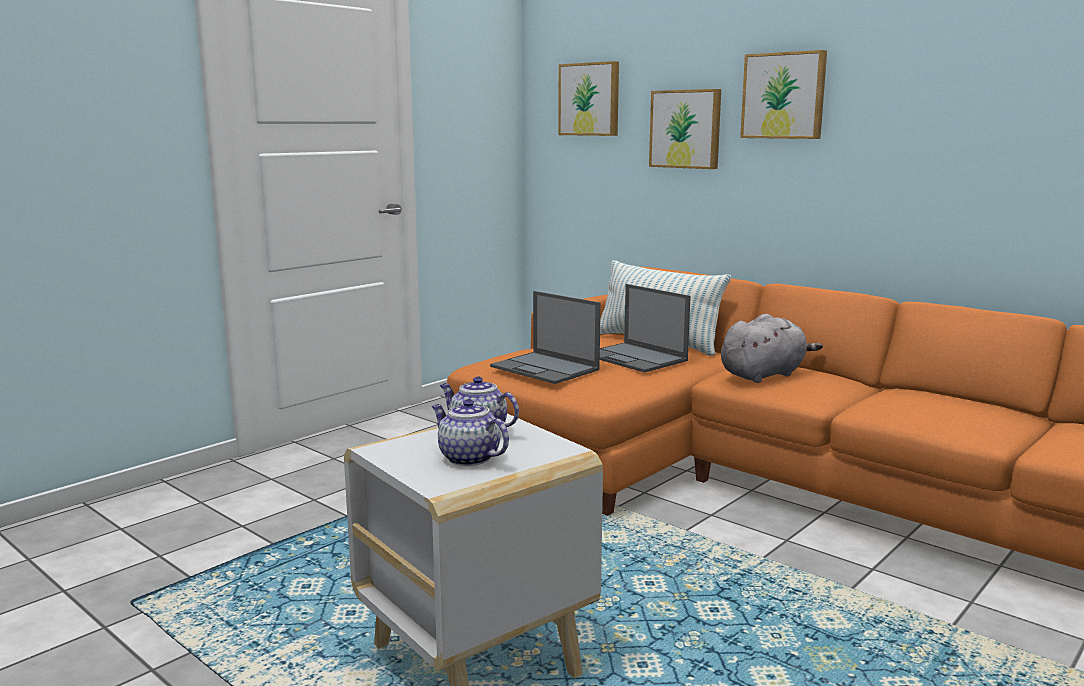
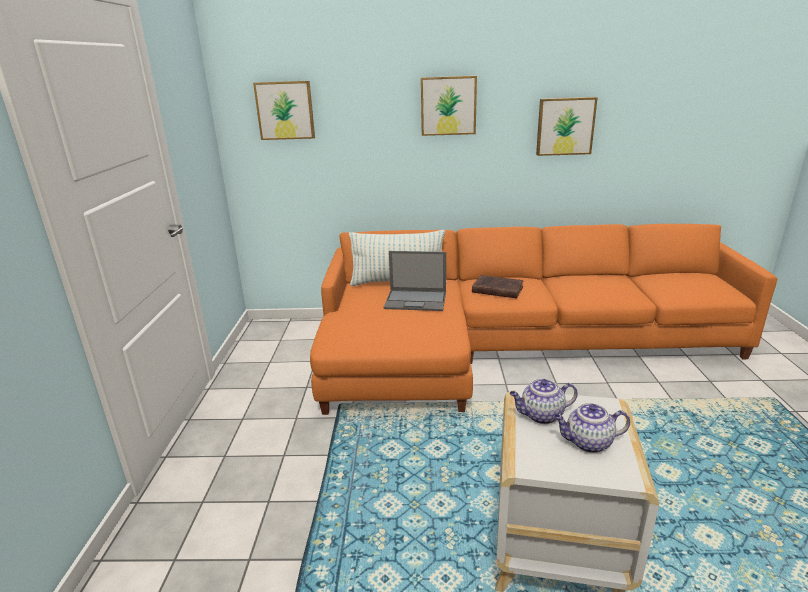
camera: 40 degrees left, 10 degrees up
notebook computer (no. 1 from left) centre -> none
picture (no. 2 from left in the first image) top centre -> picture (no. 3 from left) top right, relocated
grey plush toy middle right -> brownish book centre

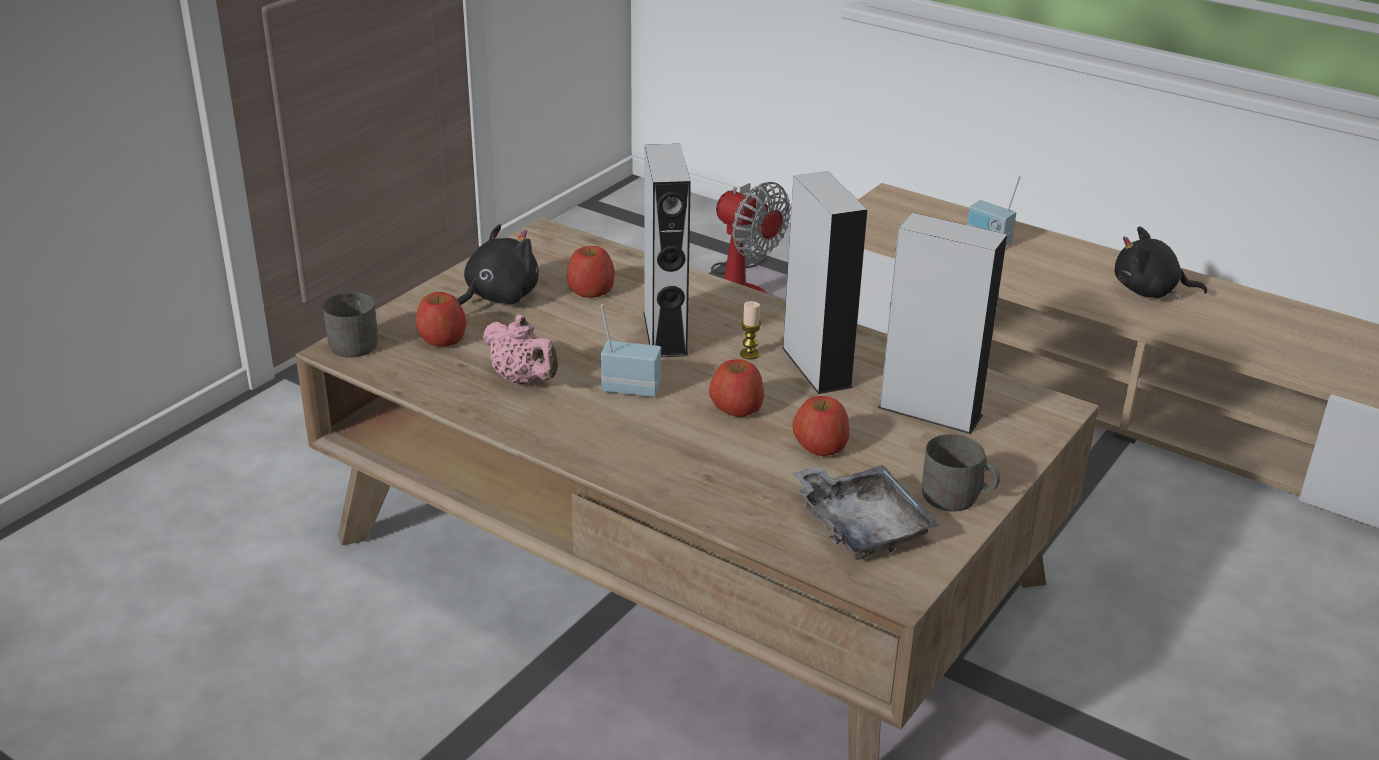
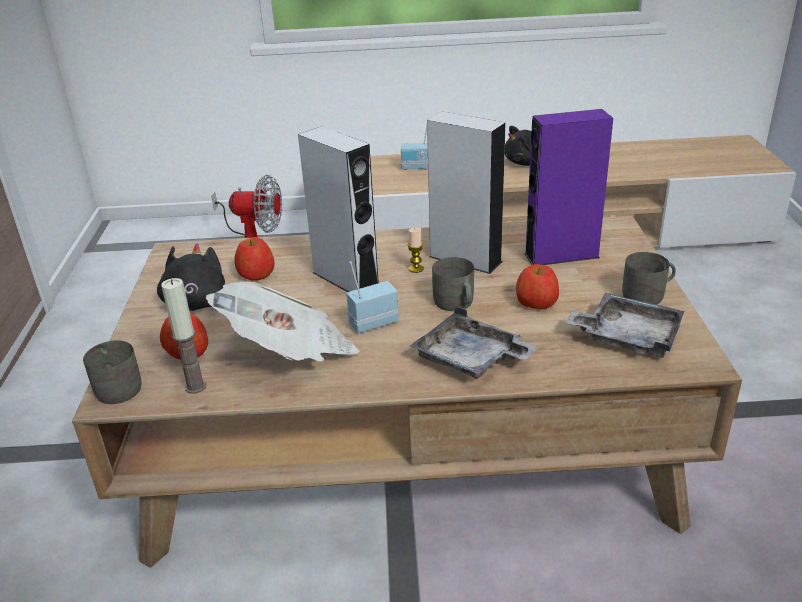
camera: 35 degrees left, 0 degrees up
pink-coloured teapot centre -> printed paper centre
apple (no. 3 from left) centre -> grey tea mug (no. 2 from left) centre
grey audio speaker (no. 3 from left) middle right -> purple audio speaker top right
none -> candle (no. 1 from left) middle left
none -> grey tray (no. 1 from left) centre

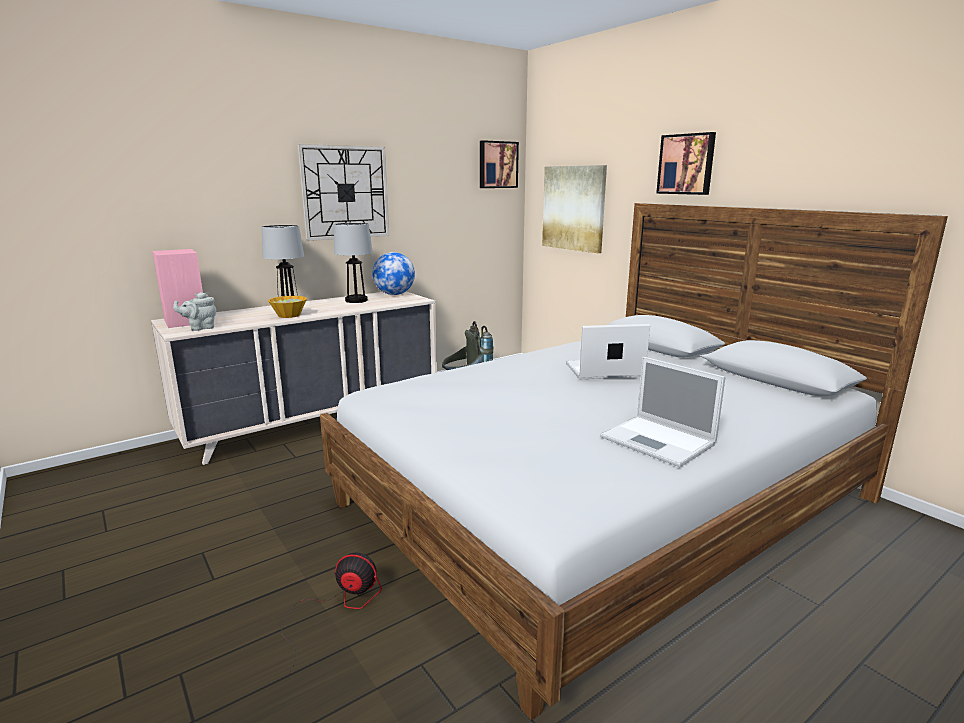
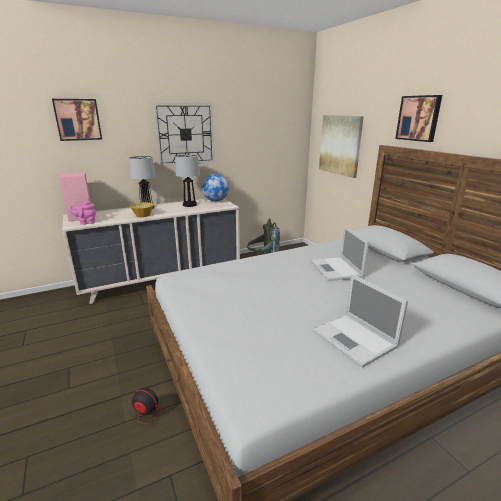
camera: 10 degrees right, 5 degrees up
grey teapot middle left -> pink-coloured teapot middle left
picture (no. 1 from left) top centre -> picture (no. 1 from left) top left, relocated
notebook computer (no. 1 from left) centre -> notebook computer (no. 1 from left) middle right, 105 degrees counterclockwise

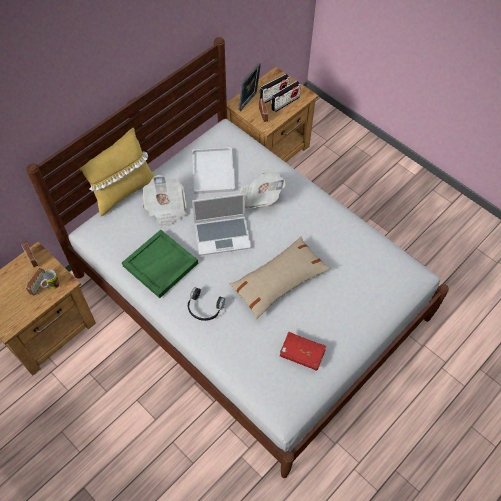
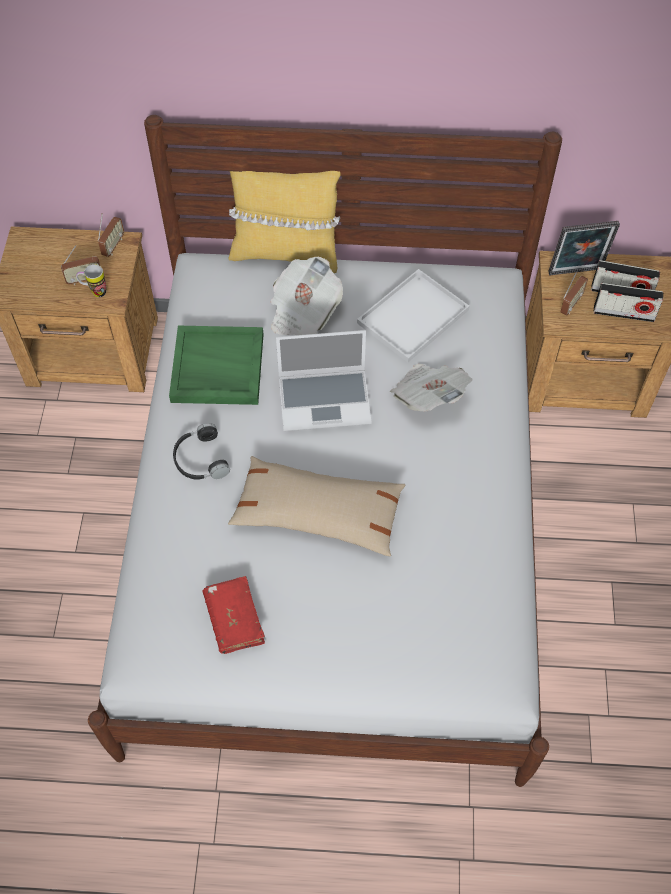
camera: 50 degrees right, 0 degrees up
notebook computer centre, 45 degrees counterclockwise

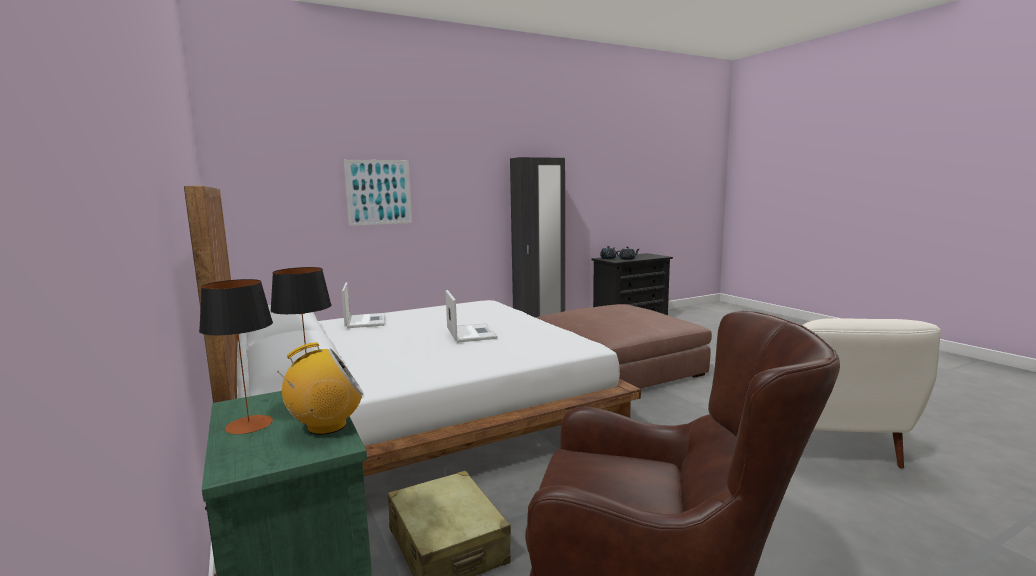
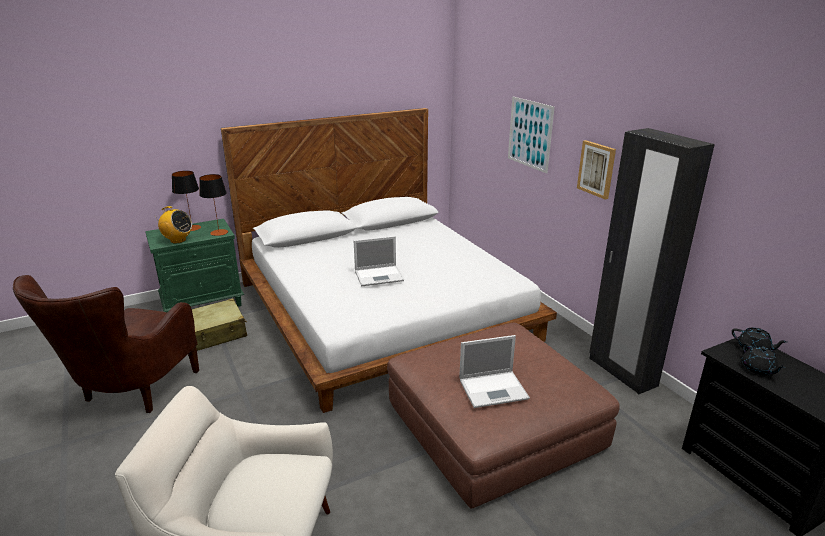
camera: 90 degrees right, 15 degrees up
radio receiver bottom left -> radio receiver middle left, 45 degrees counterclockwise
notebook computer (no. 1 from left in the first image) centre -> notebook computer (no. 2 from left) bottom centre, relocated
none -> picture (no. 2 from left) top right

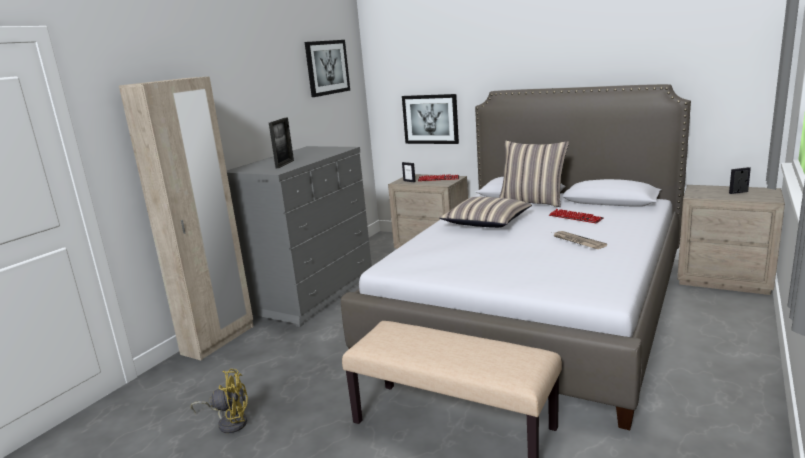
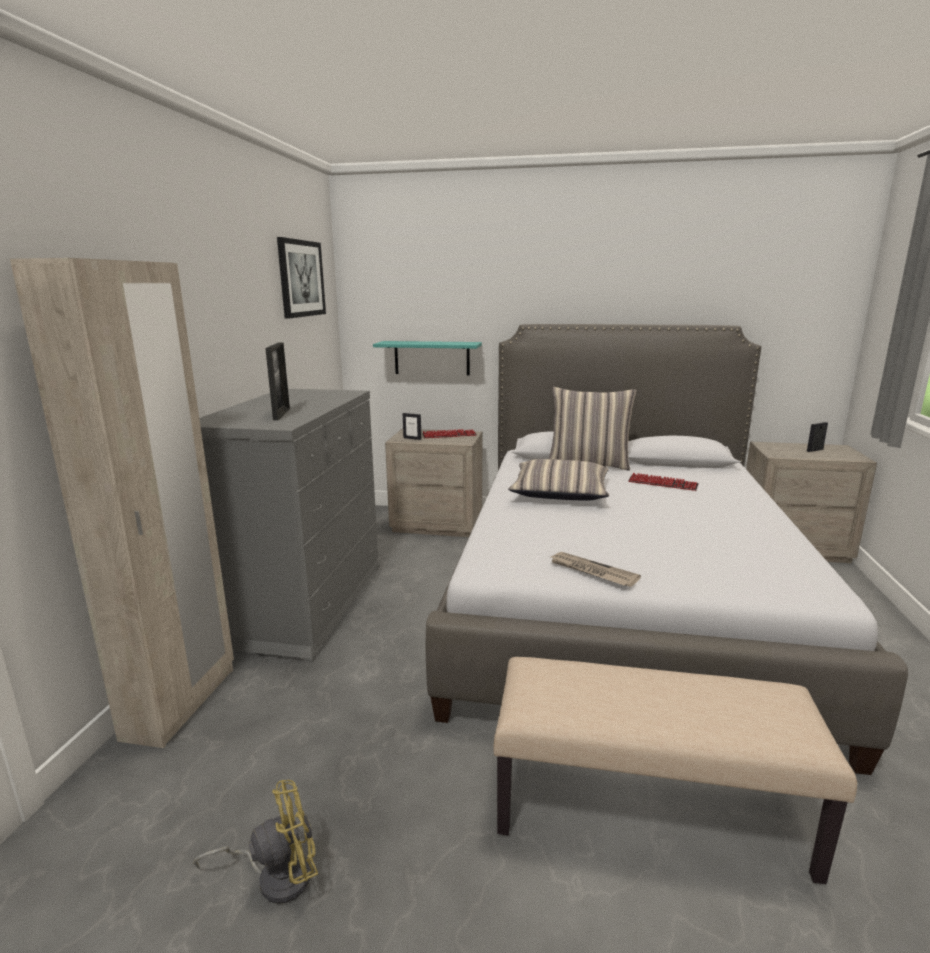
camera: 20 degrees left, 0 degrees up
picture (no. 2 from left) top centre -> turquoise wall shelf centre
printed paper middle right -> printed paper centre, relocated

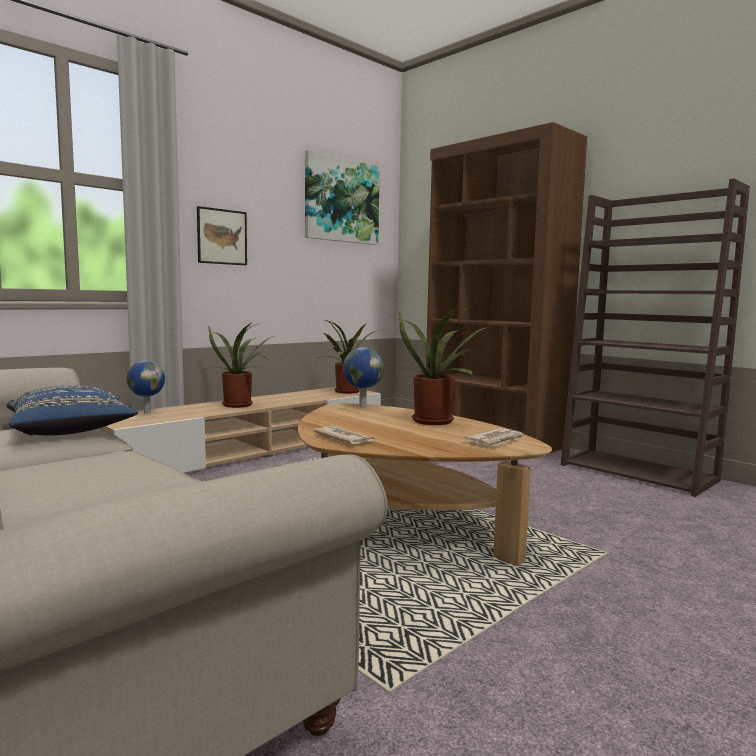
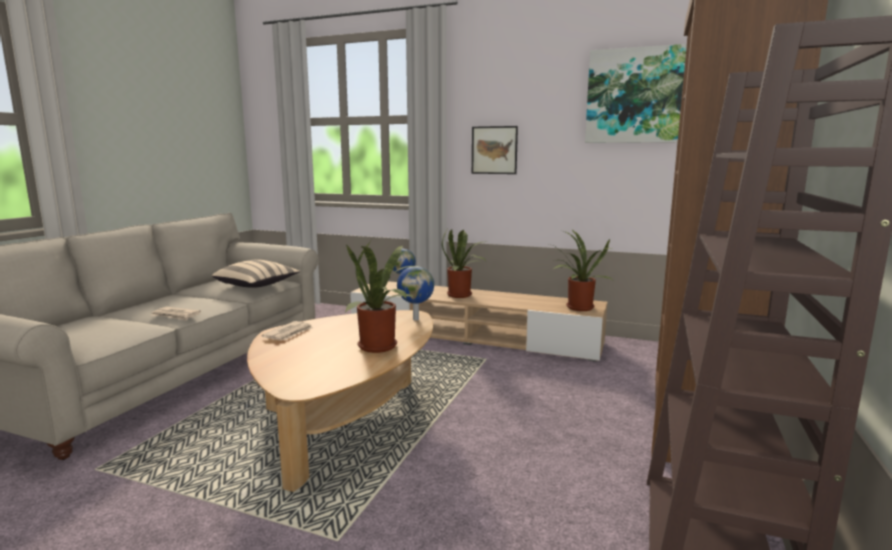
camera: 65 degrees right, 5 degrees up
blue pillow middle left -> sand-coloured pillow middle left
printed paper (no. 2 from left in the first image) centre -> printed paper (no. 1 from left) middle left, relocated

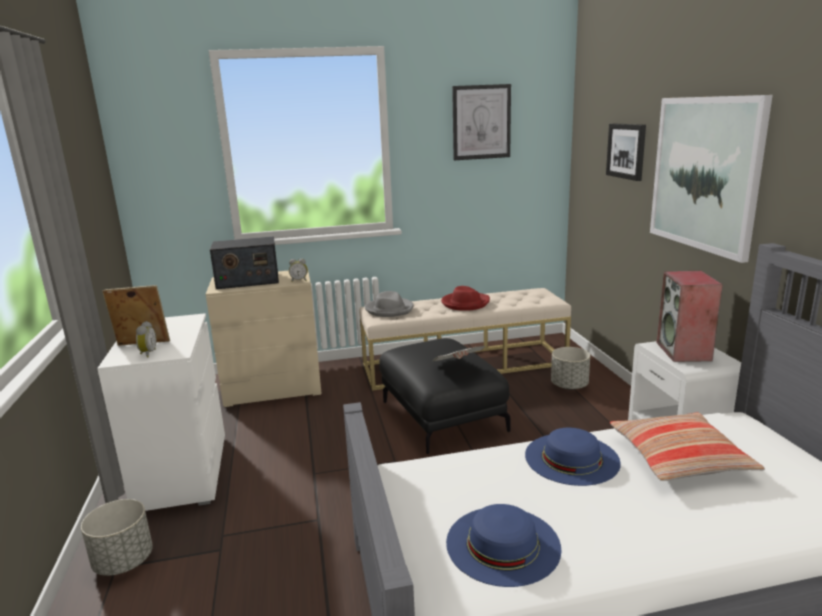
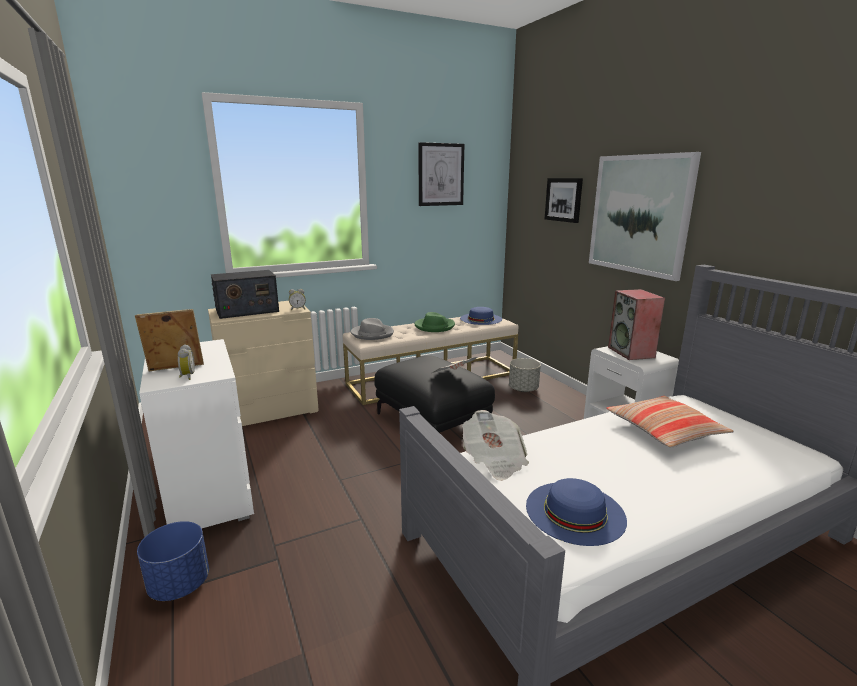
camera: 15 degrees left, 0 degrees up
grey plant pot (no. 1 from left) bottom left -> blue plant pot bottom left
red wearable hat centre -> greenish wearable hat centre
blue wearable hat (no. 2 from left in the first image) bottom right -> blue wearable hat (no. 1 from left) centre, relocated
none -> printed paper (no. 2 from left) centre

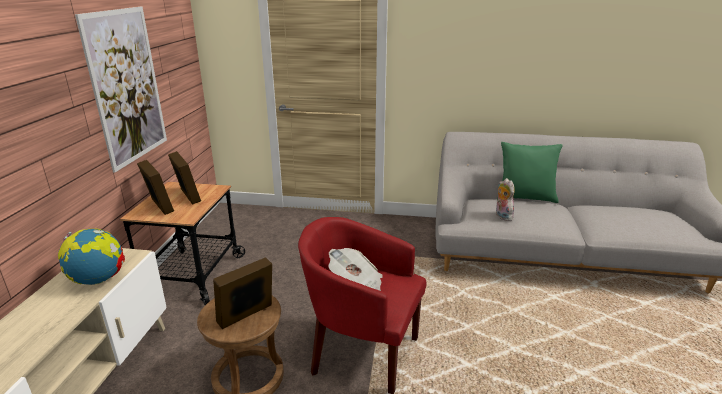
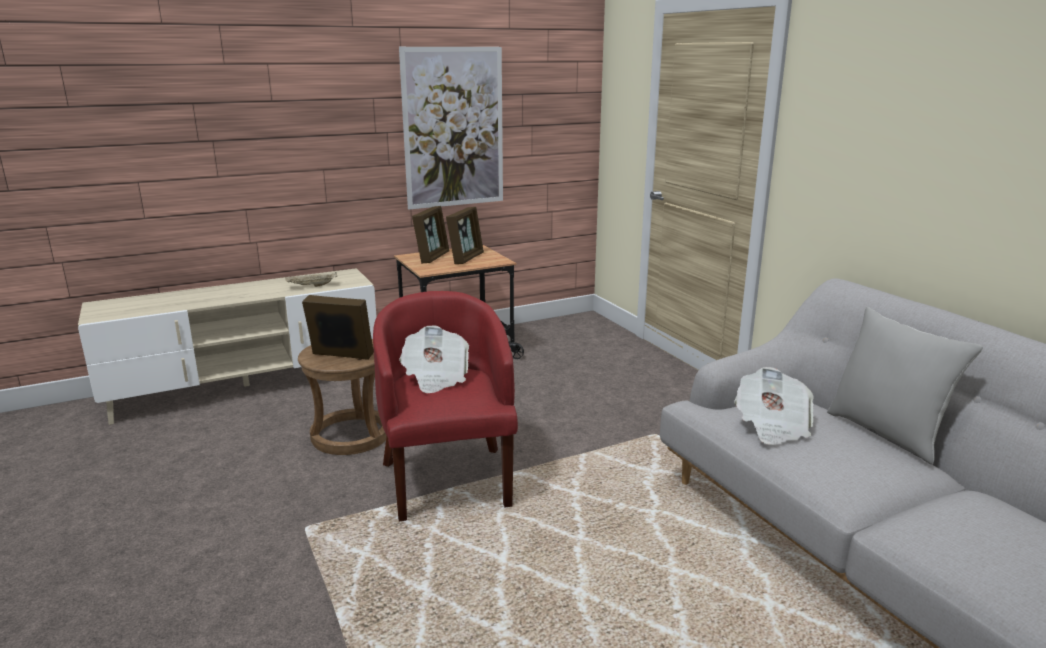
camera: 55 degrees right, 5 degrees down
globe middle left -> sand-coloured tray middle left
plush toy middle right -> printed paper (no. 2 from left) middle right
greenish pillow middle right -> grey pillow middle right

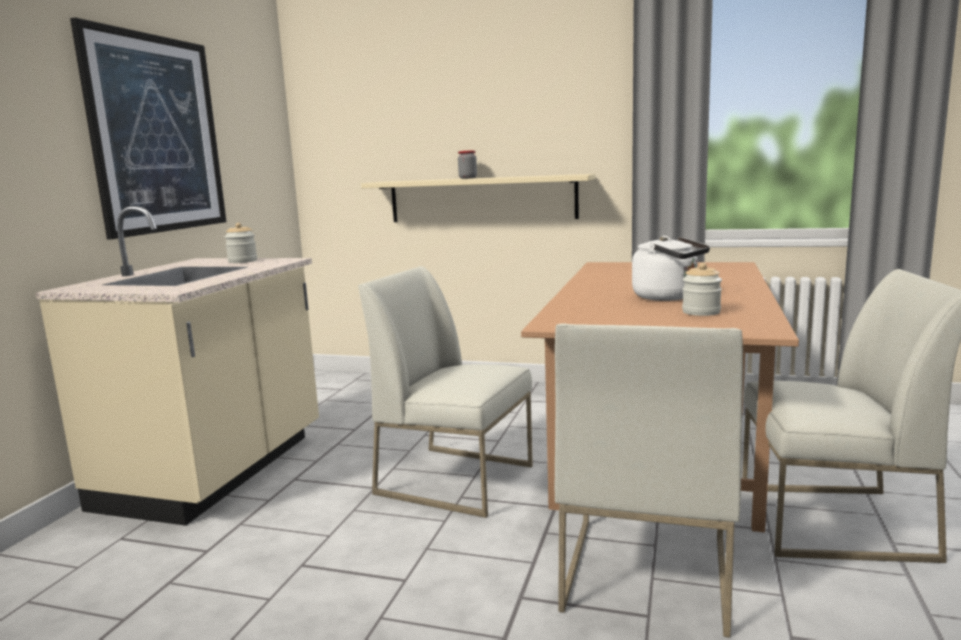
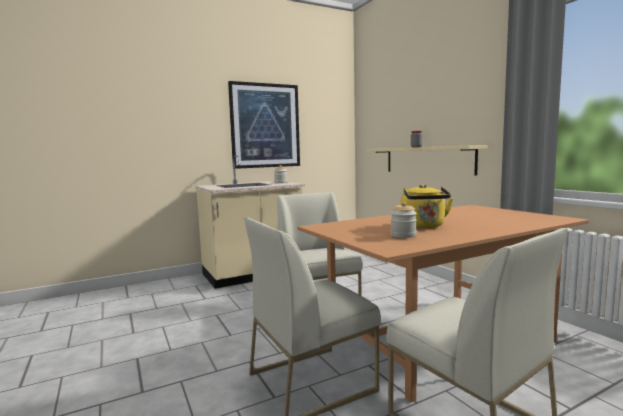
camera: 45 degrees right, 5 degrees down
white-coloured water kettle middle right -> yellow-coloured water kettle middle right

